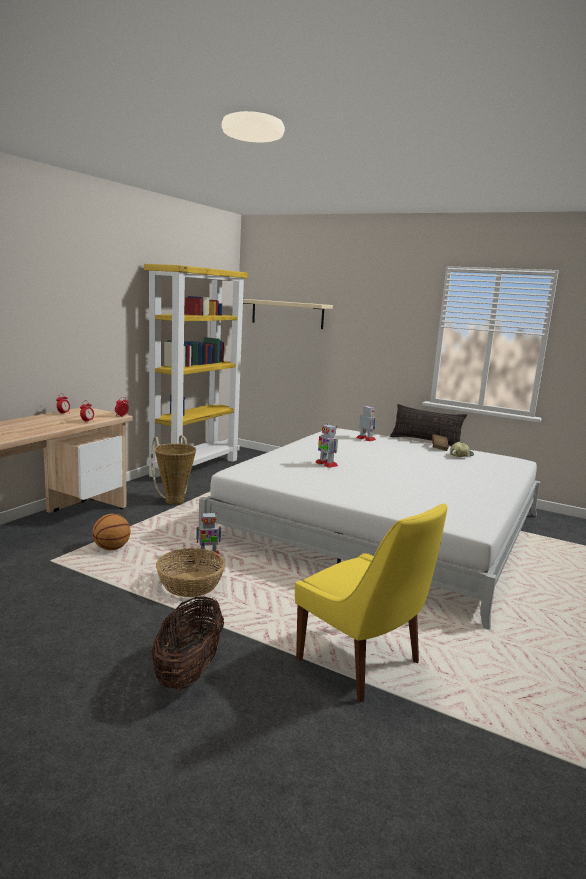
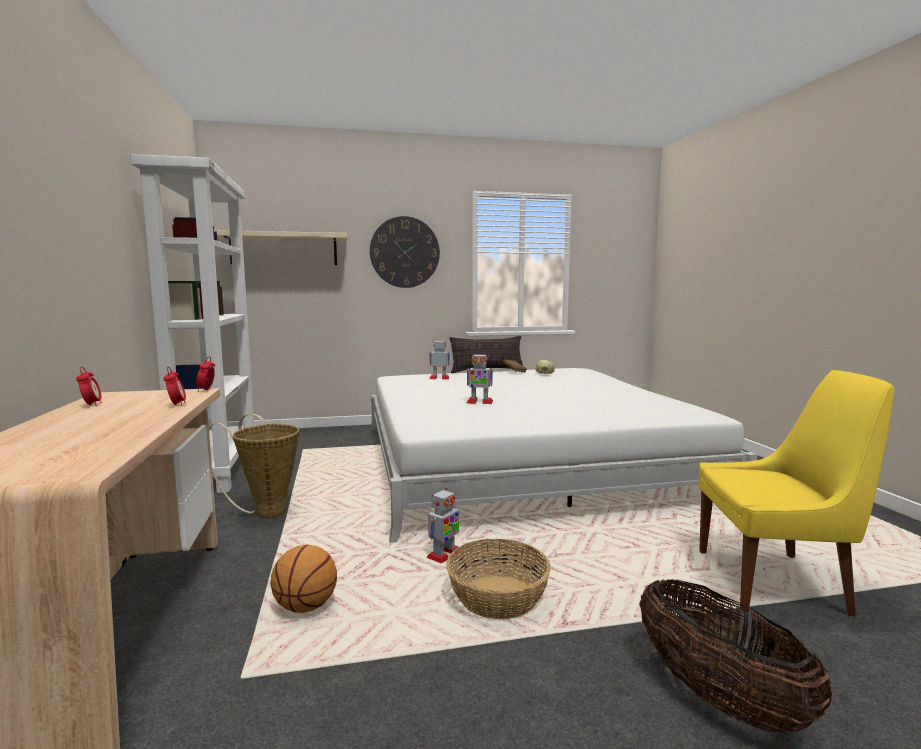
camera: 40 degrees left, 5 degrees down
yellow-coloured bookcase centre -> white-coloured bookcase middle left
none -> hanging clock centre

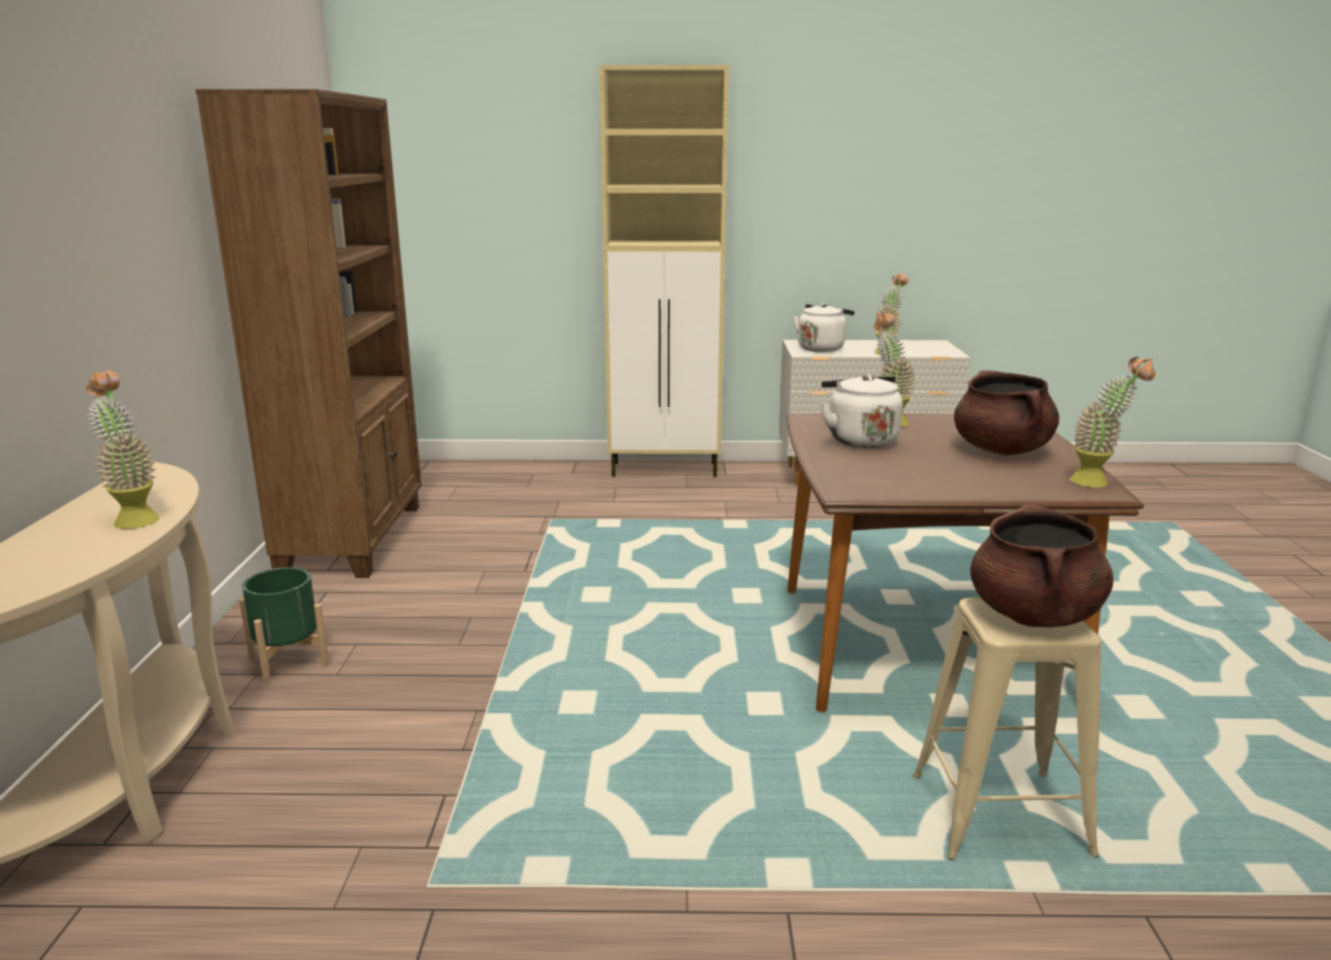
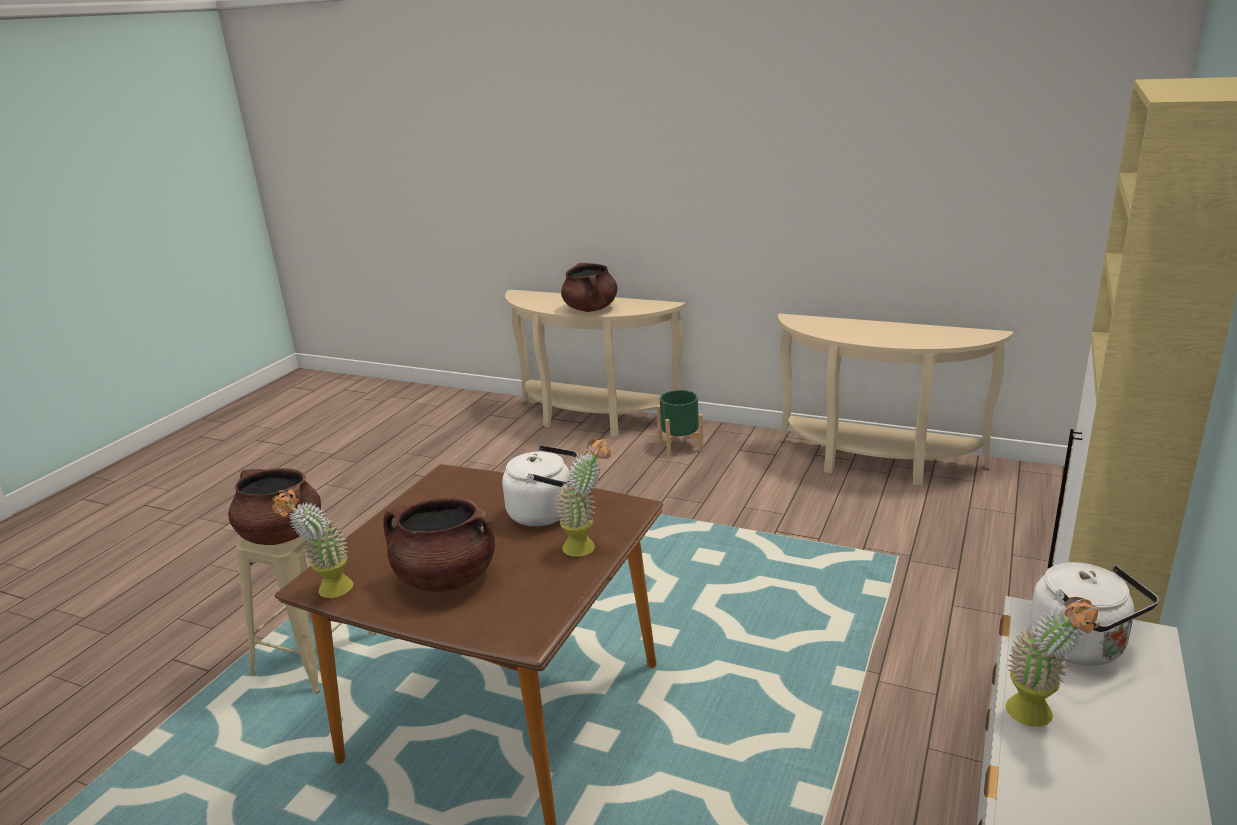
camera: 115 degrees right, 5 degrees up
potted plant (no. 1 from left) middle left -> brownish stockpot (no. 3 from left) centre
brownish bookcase middle left -> sand-coloured hall table (no. 2 from left) middle right

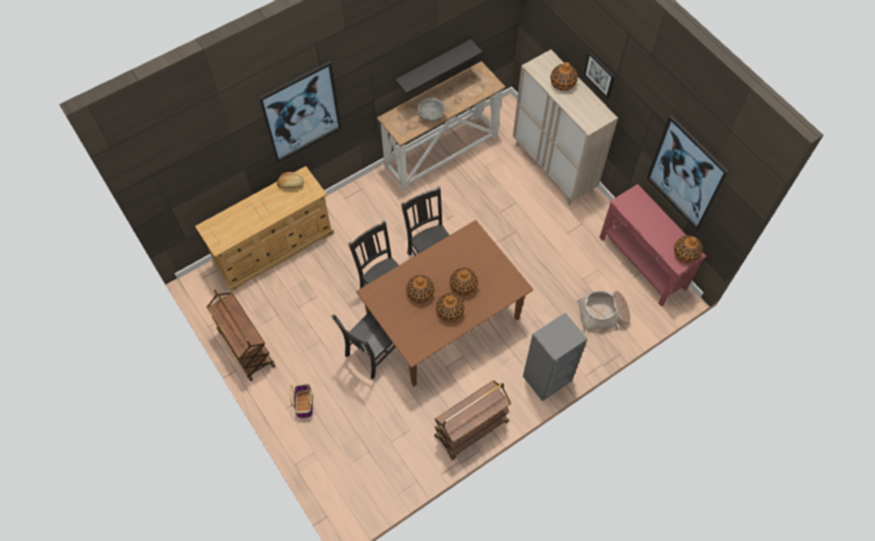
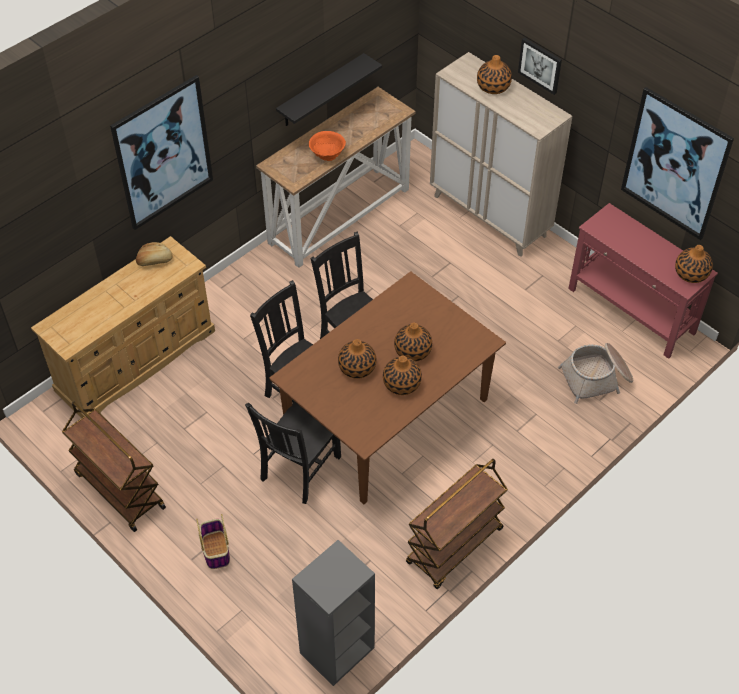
camera: 10 degrees left, 10 degrees down
grey bowl top centre -> orange bowl top centre
grey bookcase centre -> grey bookcase bottom centre, relocated

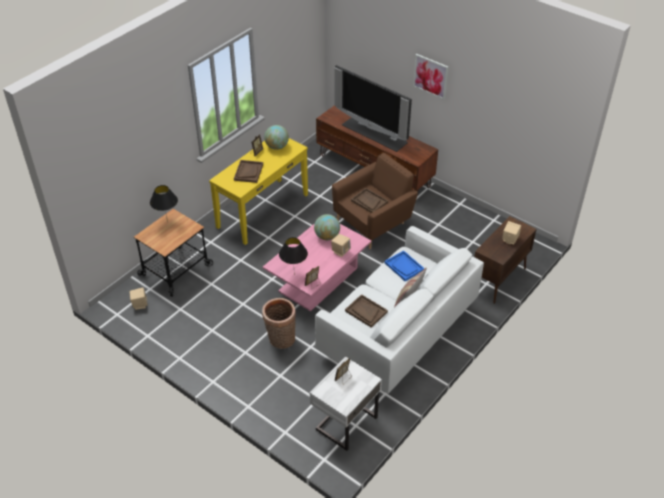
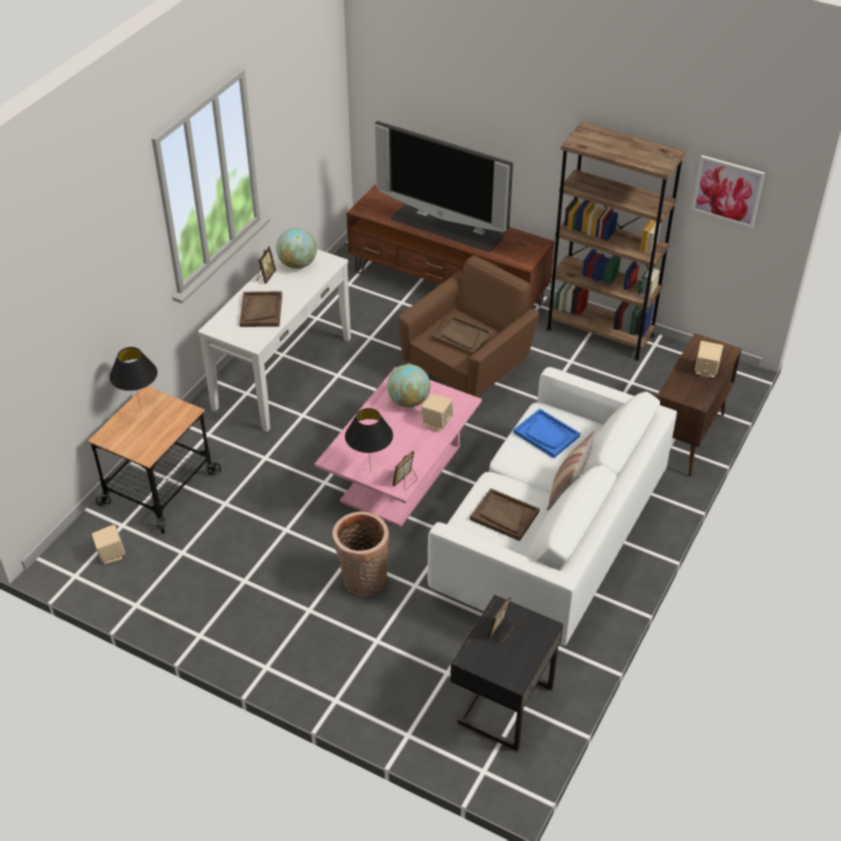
camera: 10 degrees left, 0 degrees up
yellow-coloured hall table centre -> white-coloured hall table middle left
white-coloured night table bottom centre -> black night table bottom centre
picture top centre -> picture top right, relocated
none -> brownish bookcase top right

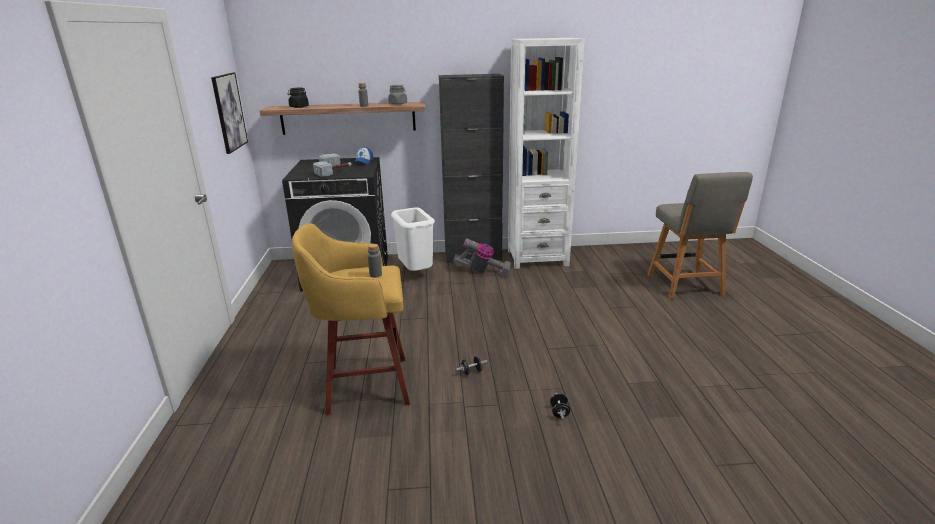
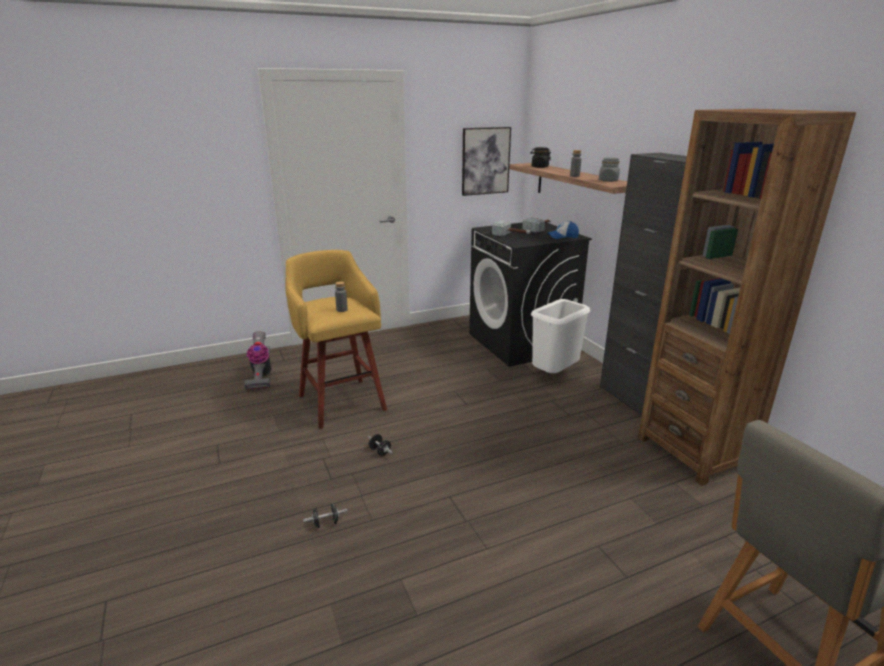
camera: 70 degrees right, 0 degrees up
hoover centre -> hoover middle left, relocated
white-coloured bookcase top centre -> brownish bookcase middle right

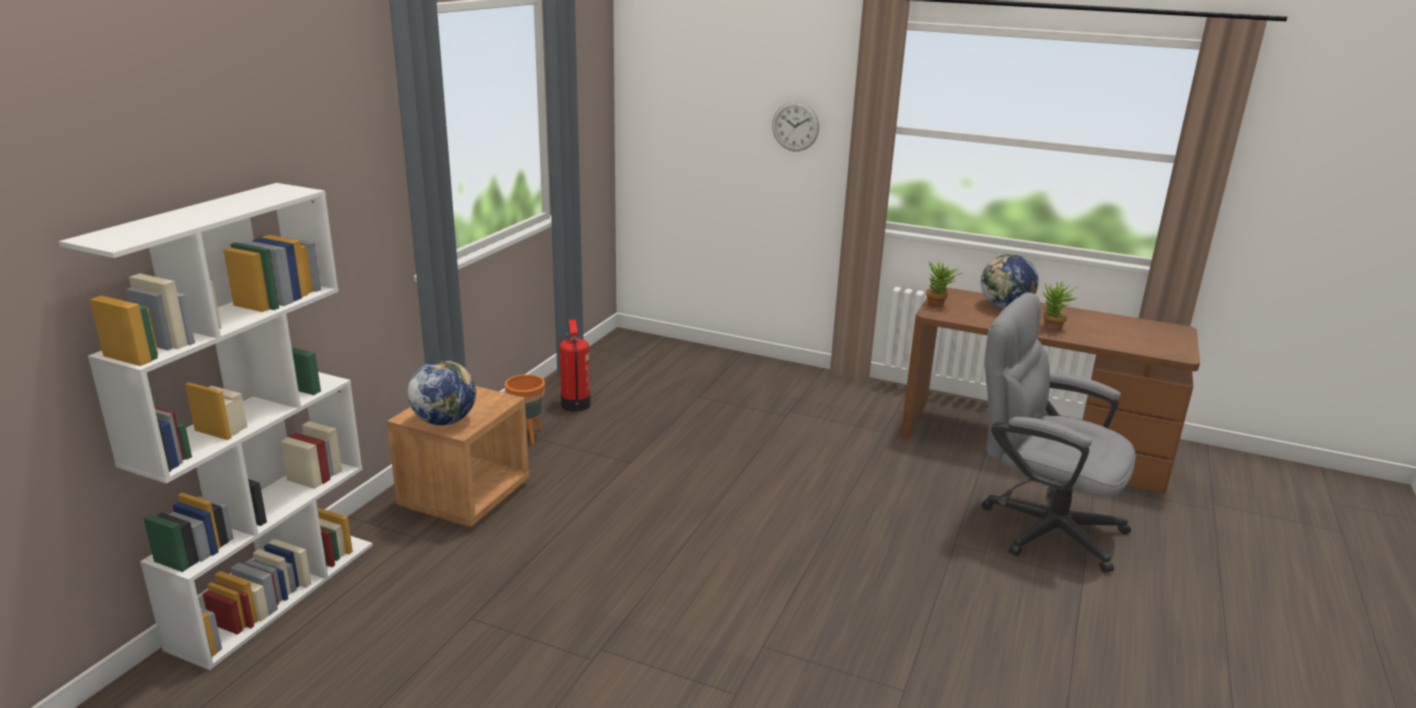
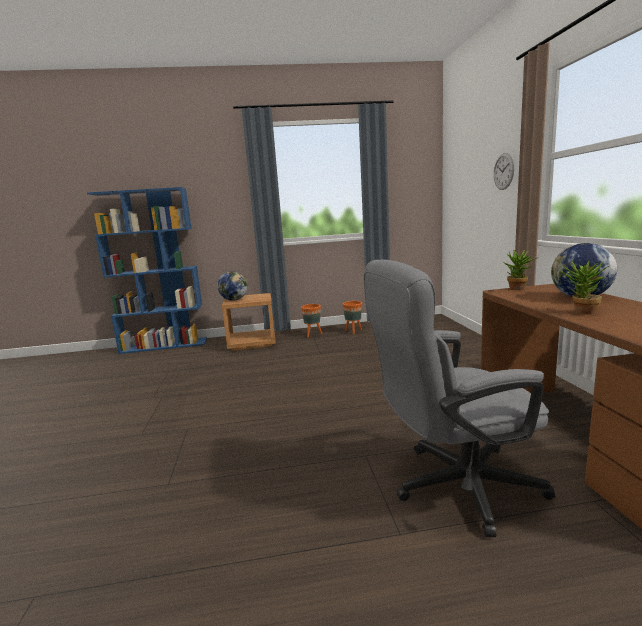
camera: 60 degrees right, 10 degrees down
white-coloured bookcase middle left -> blue bookcase middle left
fire extinguisher centre -> orange plant pot (no. 2 from left) centre
grey computer chair middle right, 105 degrees counterclockwise

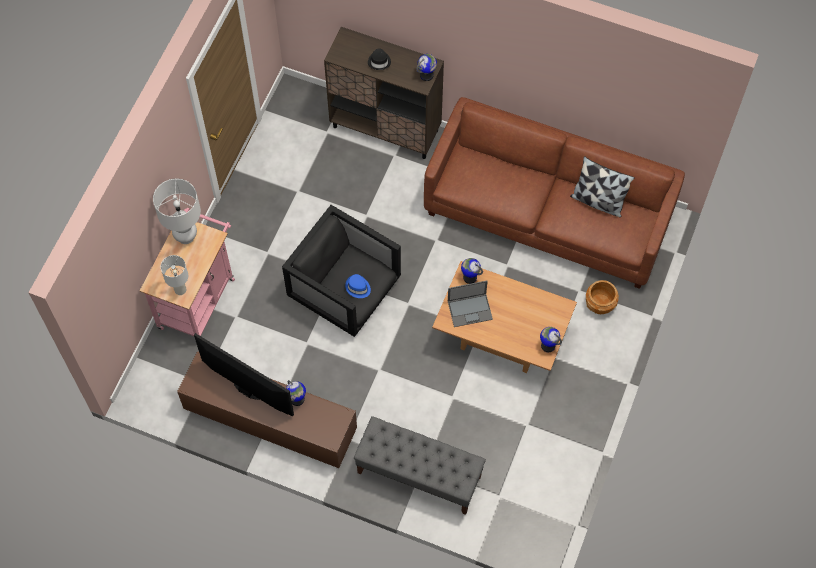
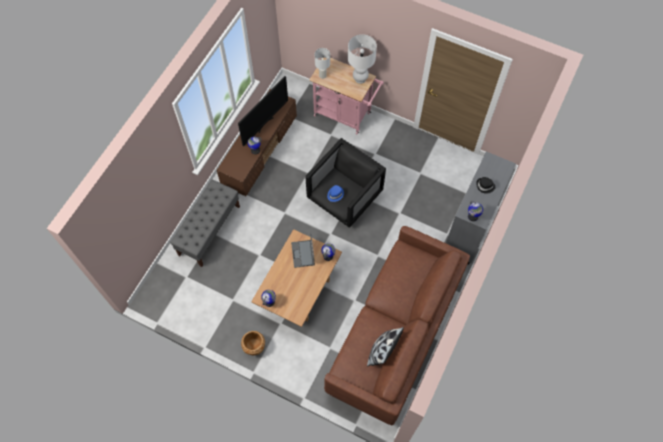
camera: 95 degrees right, 0 degrees up
brownish storage cabinet top centre -> grey storage cabinet middle right
brownish plant pot middle right -> brownish plant pot bottom centre, relocated

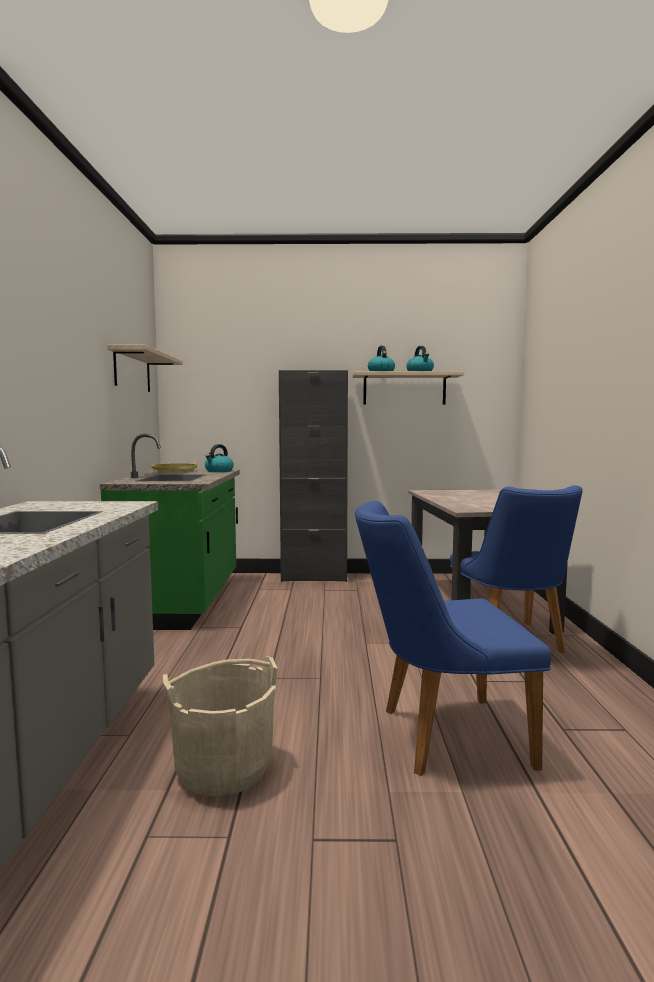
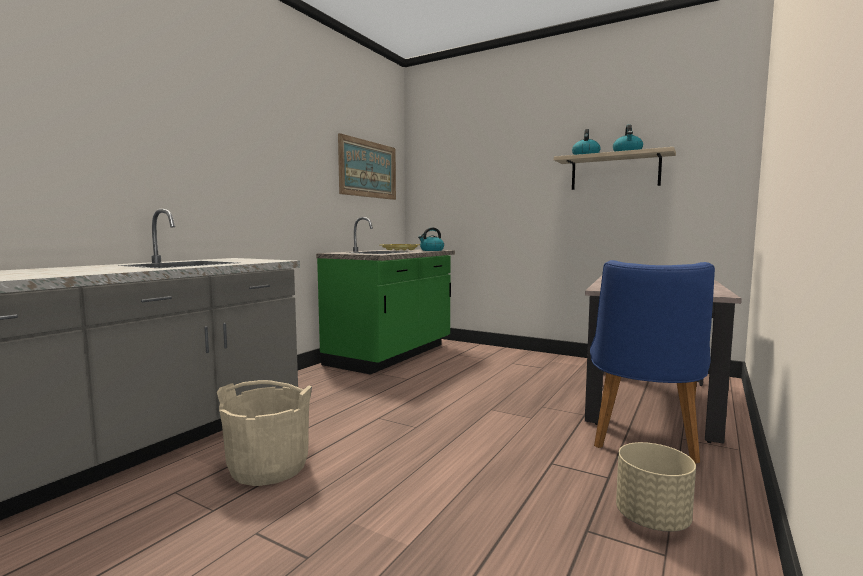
camera: 30 degrees right, 0 degrees up
wall shelf (no. 1 from left) middle left -> picture top centre
black storage cabinet centre -> none
blue upright chair (no. 1 from left) middle right -> none
none -> sand-coloured plant pot bottom right

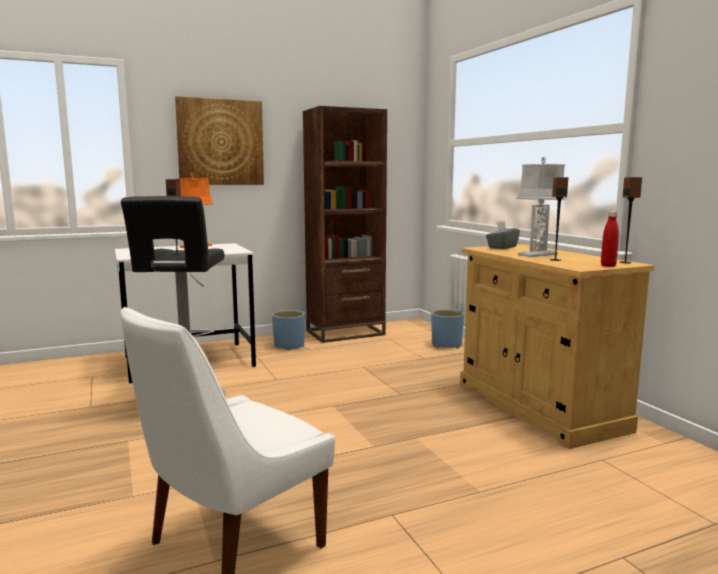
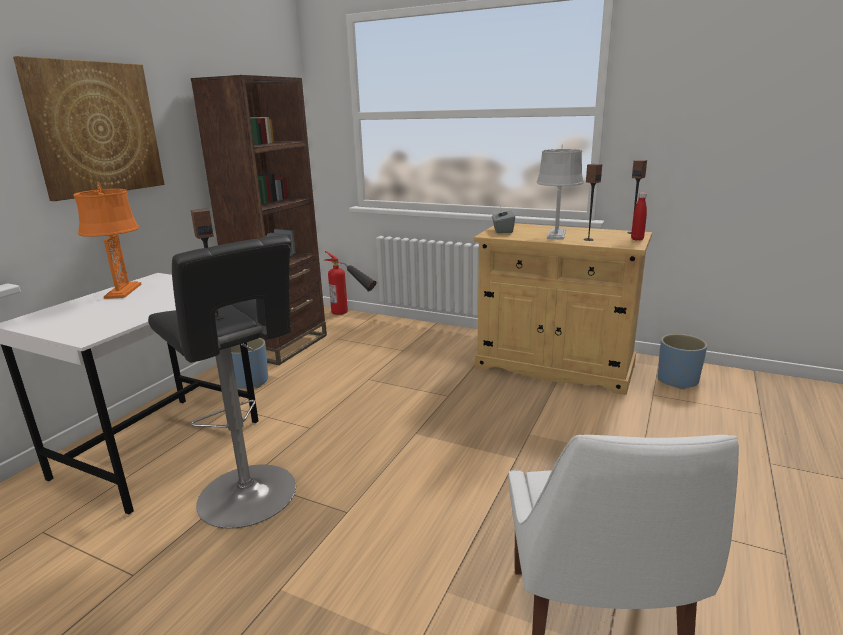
camera: 40 degrees left, 10 degrees up
blue plant pot (no. 2 from left) centre -> blue plant pot (no. 2 from left) middle right, relocated
none -> fire extinguisher centre

